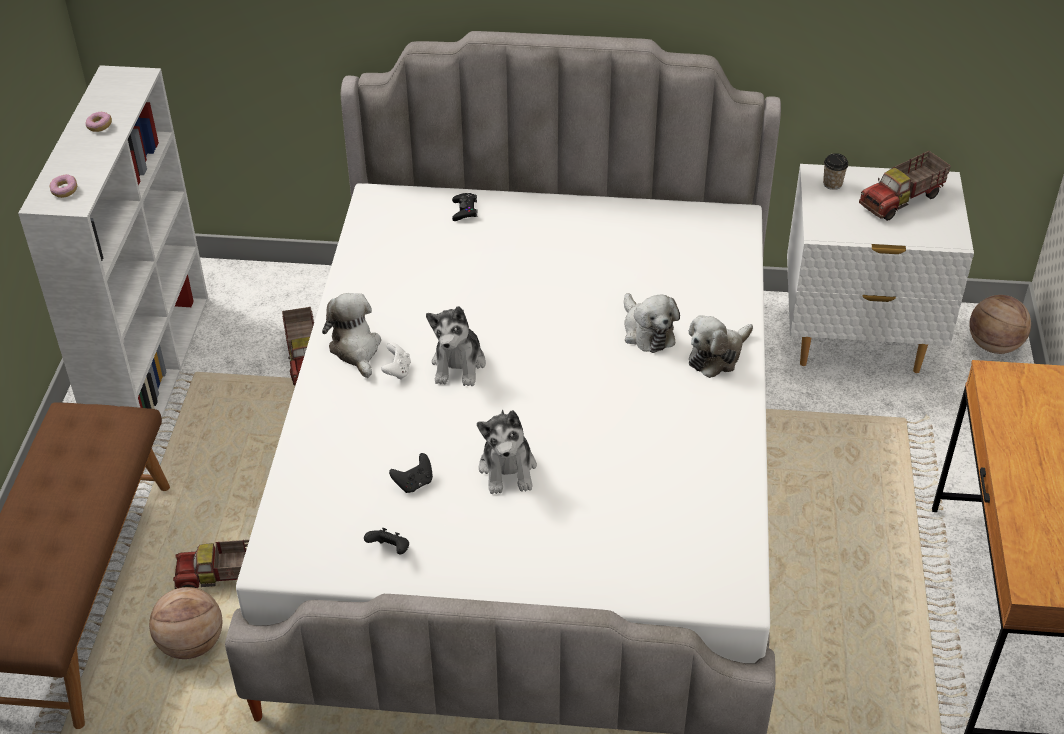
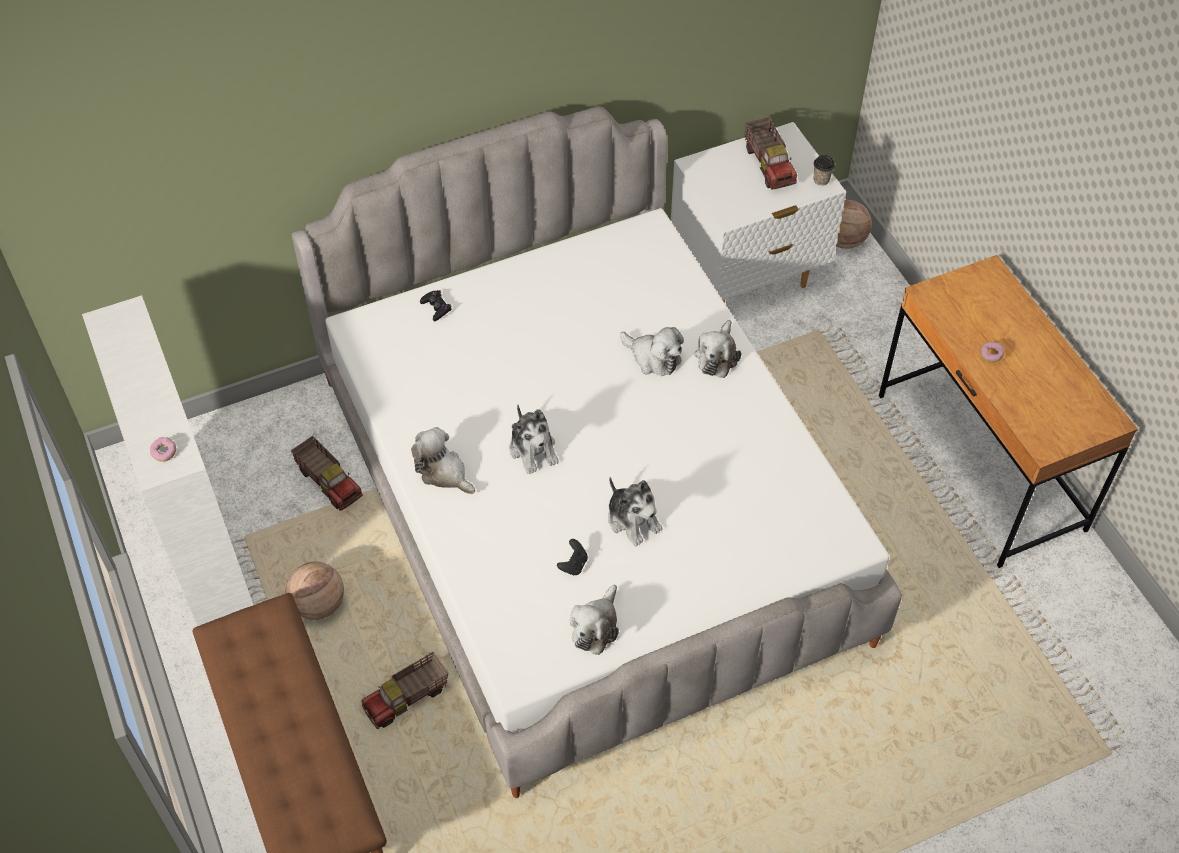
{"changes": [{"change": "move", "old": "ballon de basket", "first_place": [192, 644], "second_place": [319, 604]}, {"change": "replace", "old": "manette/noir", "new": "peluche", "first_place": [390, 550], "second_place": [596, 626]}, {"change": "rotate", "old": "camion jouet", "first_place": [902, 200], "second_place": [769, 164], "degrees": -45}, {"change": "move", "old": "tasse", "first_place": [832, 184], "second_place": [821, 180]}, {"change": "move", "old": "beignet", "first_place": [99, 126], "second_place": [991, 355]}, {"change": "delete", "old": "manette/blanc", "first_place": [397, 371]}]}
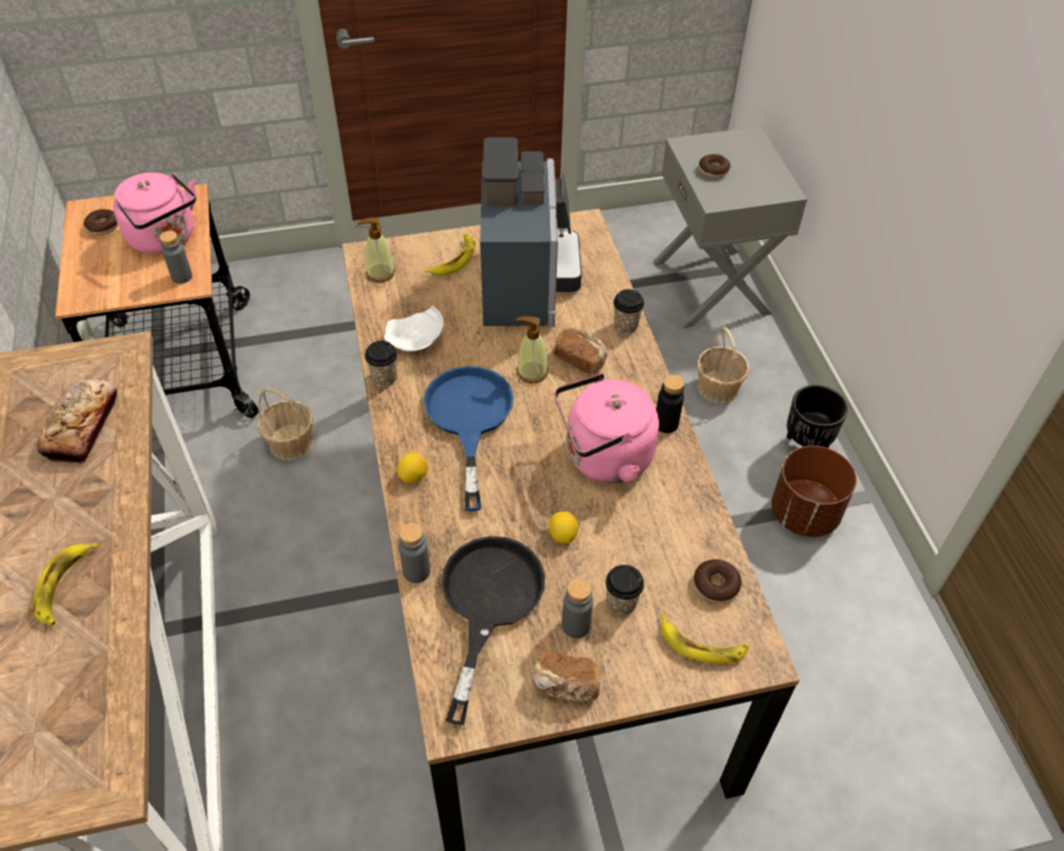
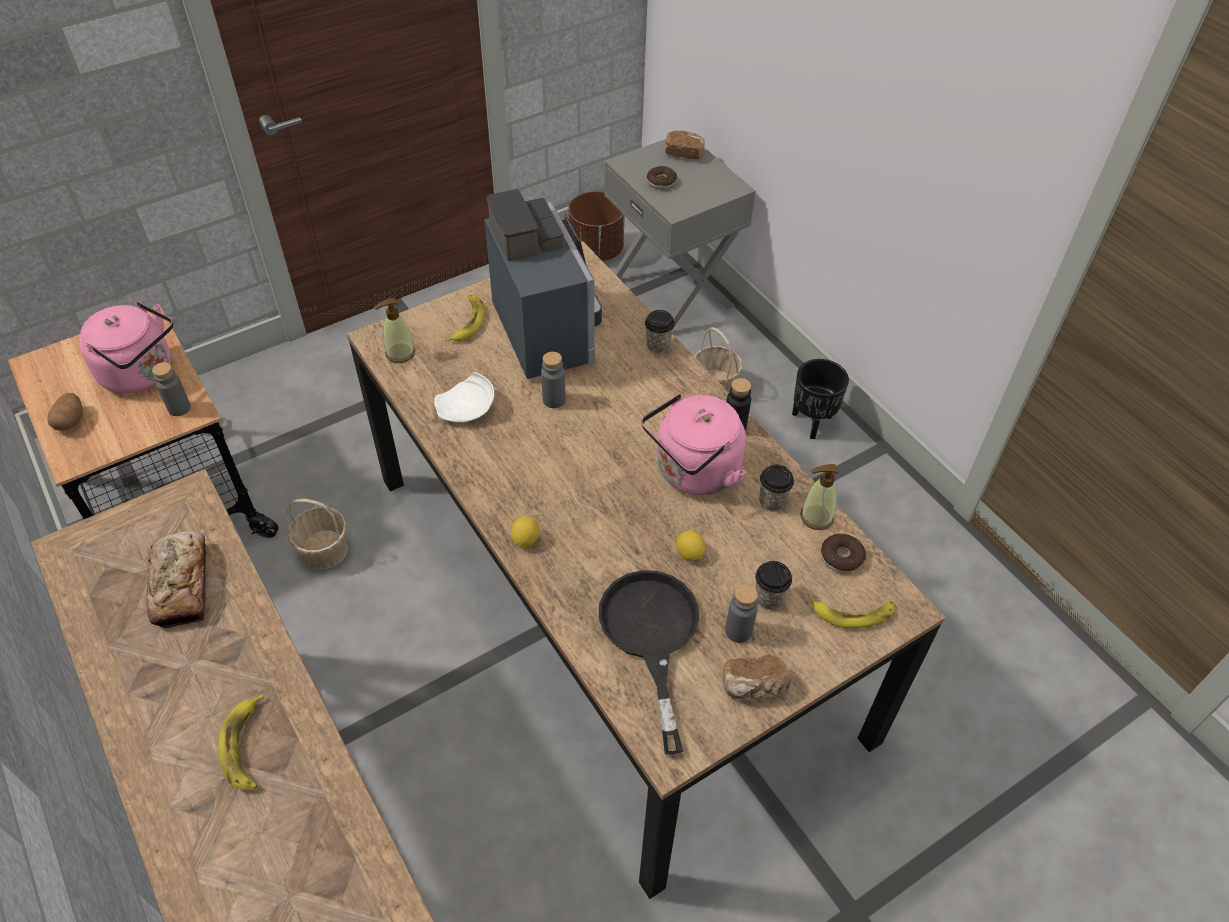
{"changes": [{"change": "insert", "new": "pomme de terre", "second_place": [71, 421]}, {"change": "move", "old": "bouteille/gris", "first_place": [416, 571], "second_place": [554, 400]}, {"change": "move", "old": "cache-pot/marron", "first_place": [804, 514], "second_place": [596, 250]}, {"change": "move", "old": "pain", "first_place": [580, 359], "second_place": [684, 153]}, {"change": "move", "old": "tasse", "first_place": [384, 378], "second_place": [772, 501]}, {"change": "move", "old": "distributeur de savon", "first_place": [532, 372], "second_place": [816, 517]}, {"change": "delete", "old": "beignet", "first_place": [103, 226]}, {"change": "delete", "old": "poêle/bleu", "first_place": [469, 419]}]}
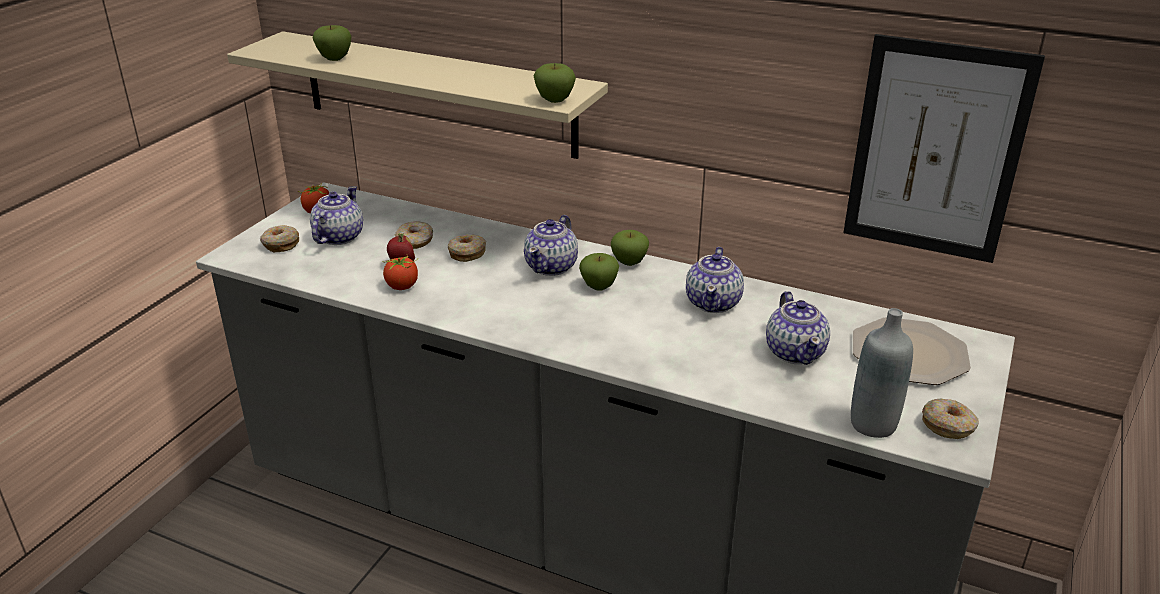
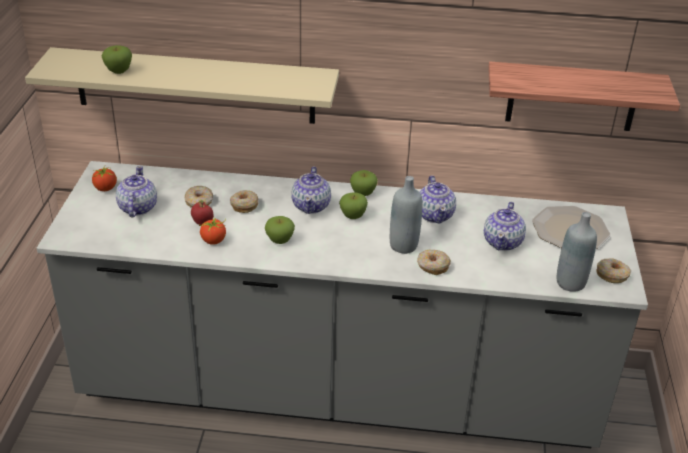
{"changes": [{"change": "move", "old": "pomme", "first_place": [555, 100], "second_place": [280, 241]}, {"change": "insert", "new": "bouteille/gris", "second_place": [403, 245]}, {"change": "move", "old": "beignet", "first_place": [280, 244], "second_place": [432, 266]}, {"change": "rotate", "old": "théière", "first_place": [795, 352], "second_place": [503, 242], "degrees": 45}, {"change": "replace", "old": "tableau", "new": "étagère", "first_place": [936, 150], "second_place": [572, 97]}]}
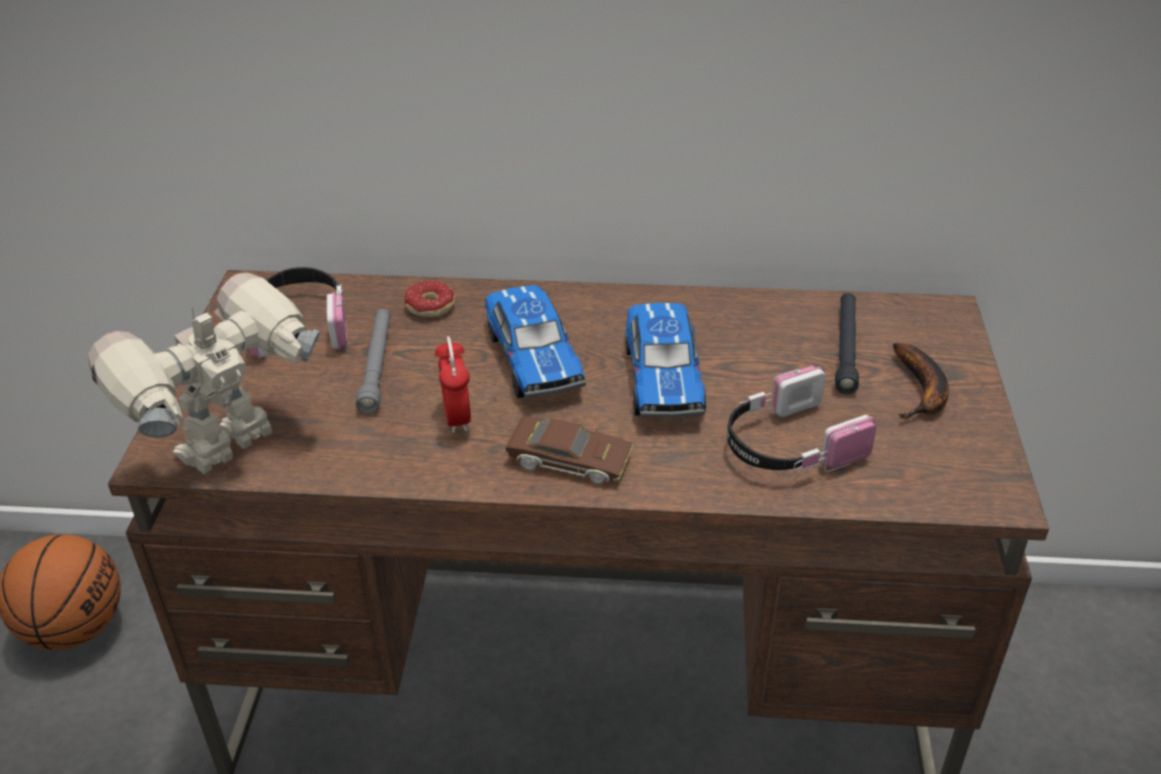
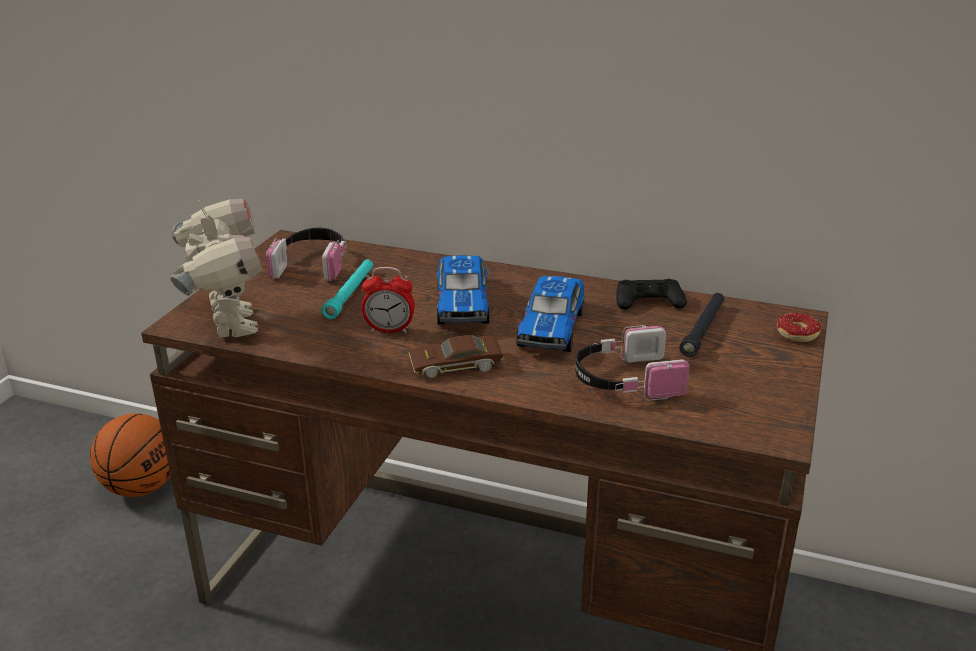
{"changes": [{"change": "rotate", "old": "robot jouet", "first_place": [231, 448], "second_place": [229, 325], "degrees": 105}, {"change": "recolor", "old": "lampe de poche/gris", "new": "lampe de poche/turquoise", "first_place": [377, 366], "second_place": [350, 294]}, {"change": "rotate", "old": "réveil", "first_place": [457, 418], "second_place": [389, 330], "degrees": -90}, {"change": "rotate", "old": "petite voiture/marron", "first_place": [569, 459], "second_place": [456, 364], "degrees": 135}, {"change": "insert", "new": "manette/noir", "second_place": [648, 301]}, {"change": "move", "old": "beignet", "first_place": [425, 311], "second_place": [793, 337]}, {"change": "delete", "old": "banane", "first_place": [922, 391]}]}
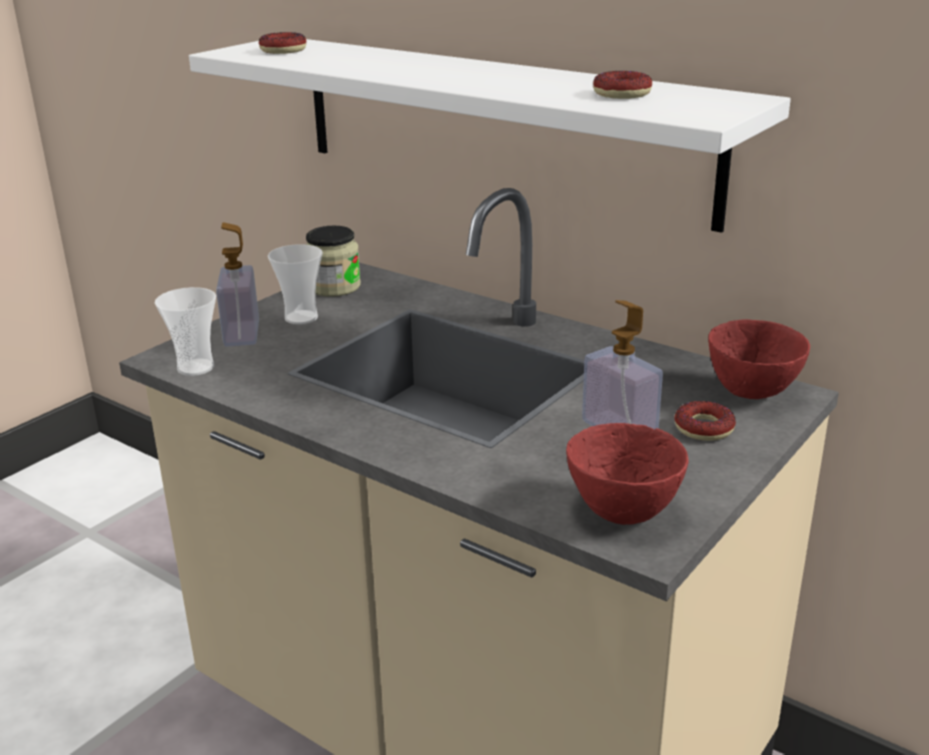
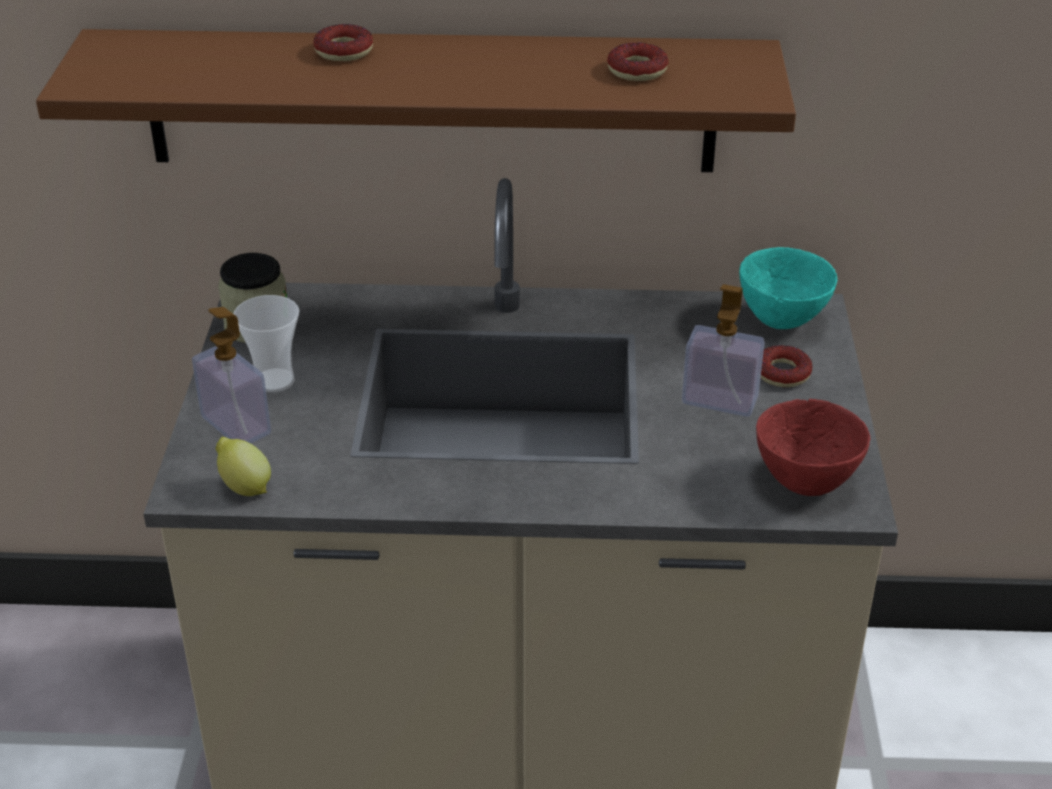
{"changes": [{"change": "recolor", "old": "étagère/blanc", "new": "étagère/marron", "first_place": [497, 125], "second_place": [431, 101]}, {"change": "replace", "old": "tasse", "new": "citron", "first_place": [196, 368], "second_place": [244, 487]}, {"change": "move", "old": "beignet", "first_place": [283, 50], "second_place": [344, 51]}, {"change": "recolor", "old": "bol/rouge", "new": "bol/turquoise", "first_place": [753, 392], "second_place": [782, 319]}]}
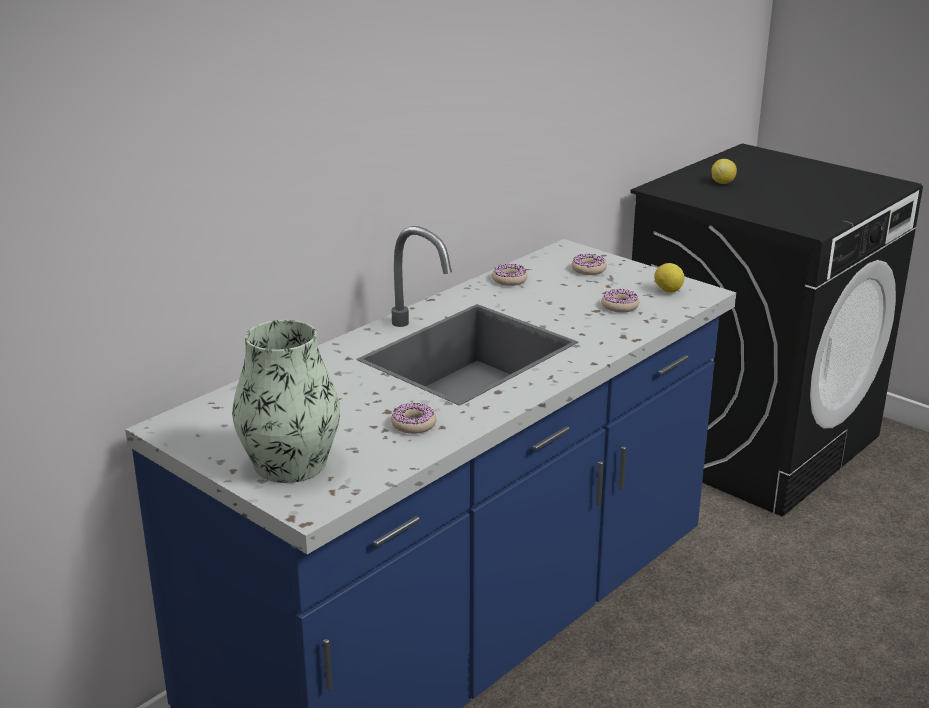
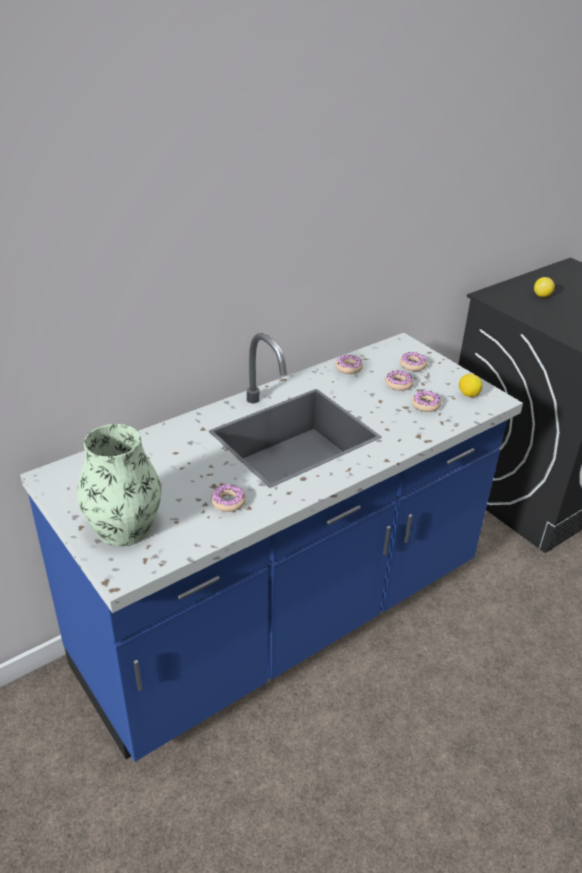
{"changes": [{"change": "insert", "new": "beignet", "second_place": [399, 384]}]}
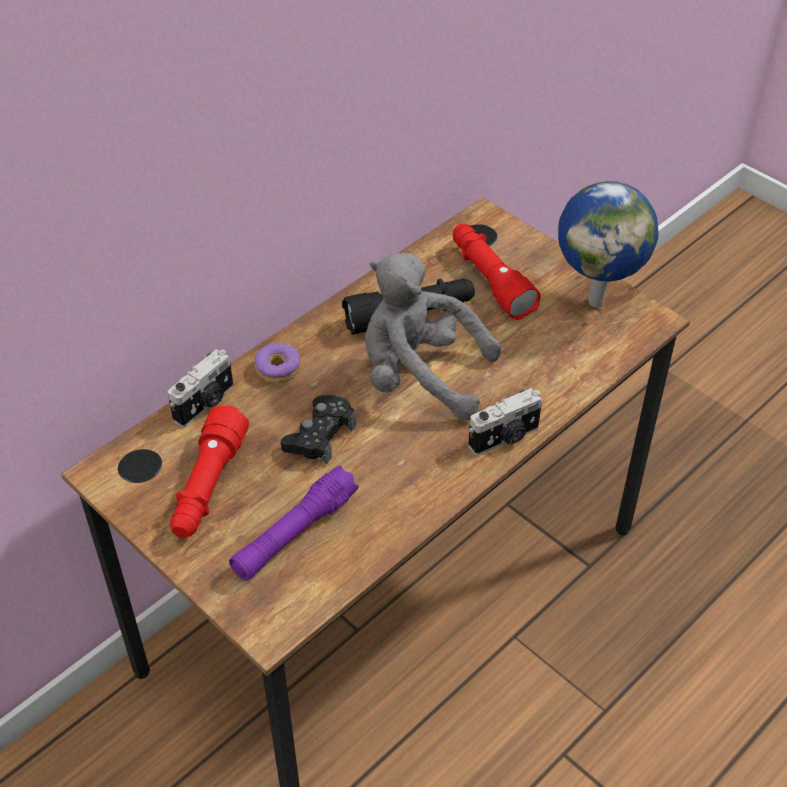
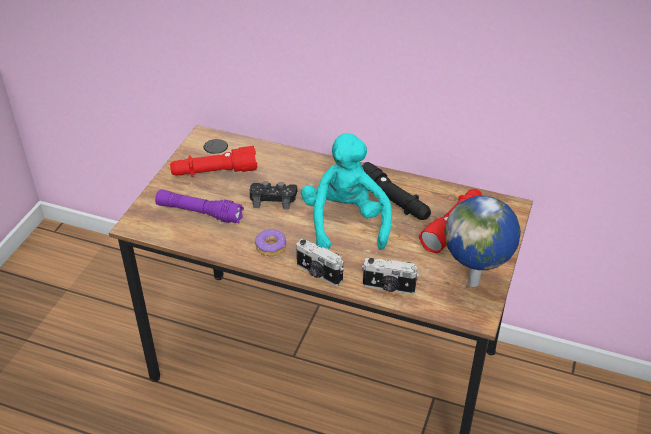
{"changes": [{"change": "move", "old": "beignet", "first_place": [278, 369], "second_place": [271, 247]}, {"change": "recolor", "old": "peluche/gris", "new": "peluche/turquoise", "first_place": [420, 376], "second_place": [345, 222]}, {"change": "move", "old": "appareil photo", "first_place": [206, 404], "second_place": [388, 287]}]}
